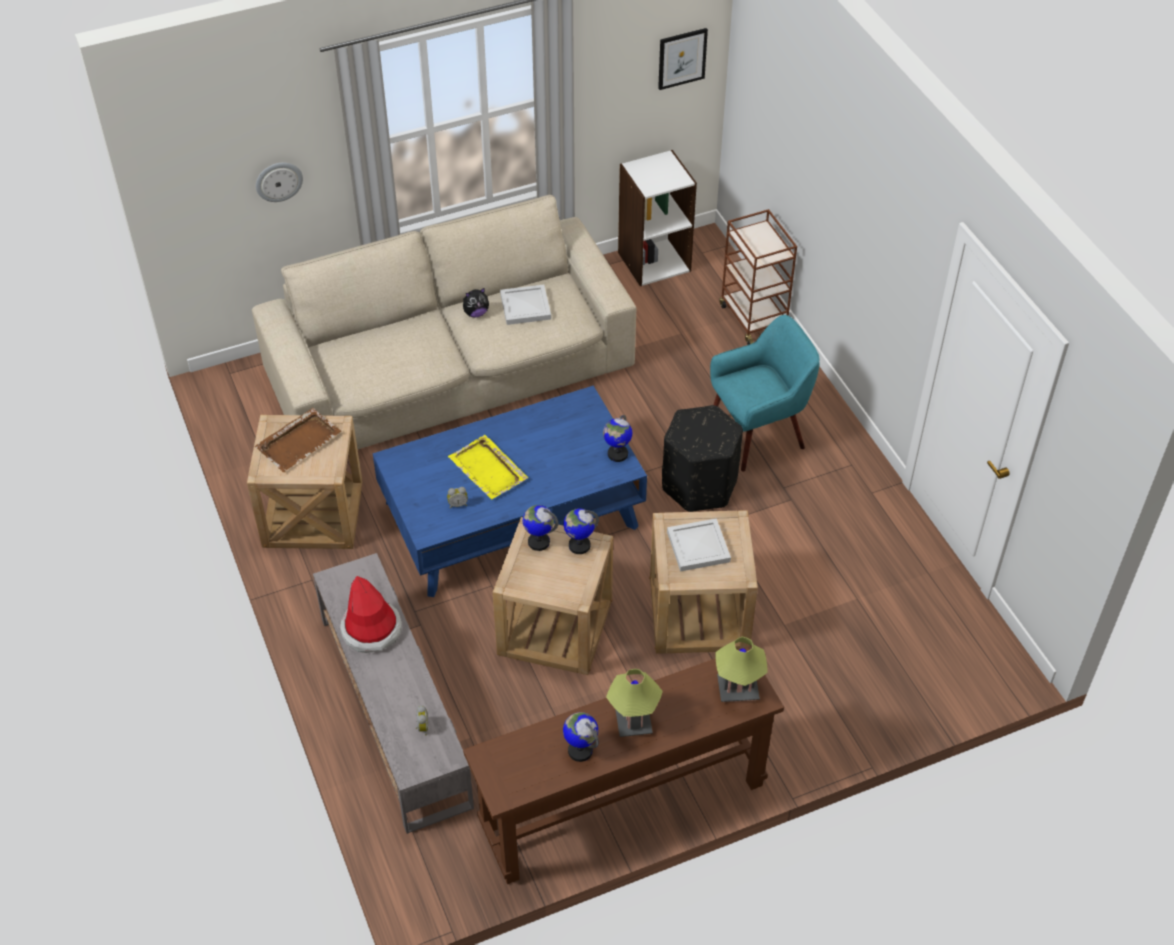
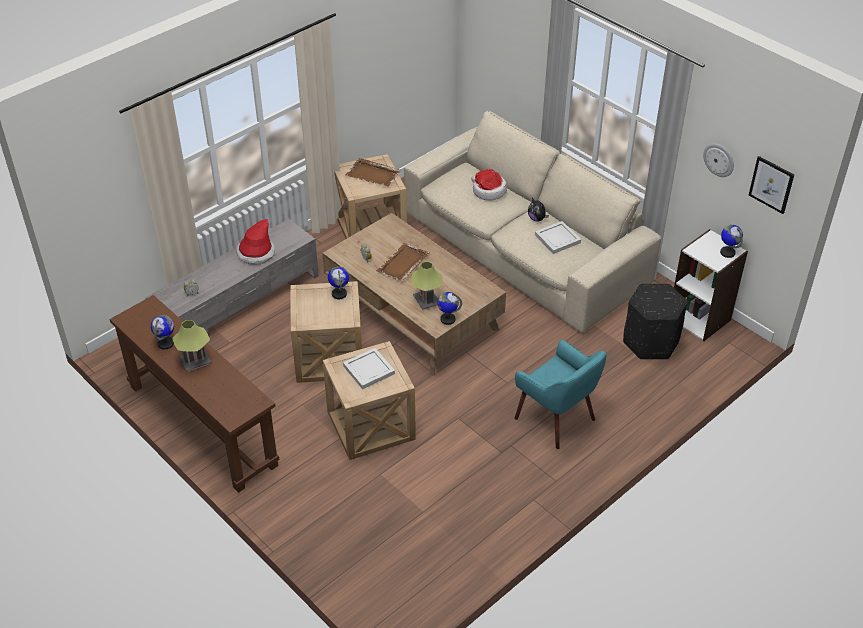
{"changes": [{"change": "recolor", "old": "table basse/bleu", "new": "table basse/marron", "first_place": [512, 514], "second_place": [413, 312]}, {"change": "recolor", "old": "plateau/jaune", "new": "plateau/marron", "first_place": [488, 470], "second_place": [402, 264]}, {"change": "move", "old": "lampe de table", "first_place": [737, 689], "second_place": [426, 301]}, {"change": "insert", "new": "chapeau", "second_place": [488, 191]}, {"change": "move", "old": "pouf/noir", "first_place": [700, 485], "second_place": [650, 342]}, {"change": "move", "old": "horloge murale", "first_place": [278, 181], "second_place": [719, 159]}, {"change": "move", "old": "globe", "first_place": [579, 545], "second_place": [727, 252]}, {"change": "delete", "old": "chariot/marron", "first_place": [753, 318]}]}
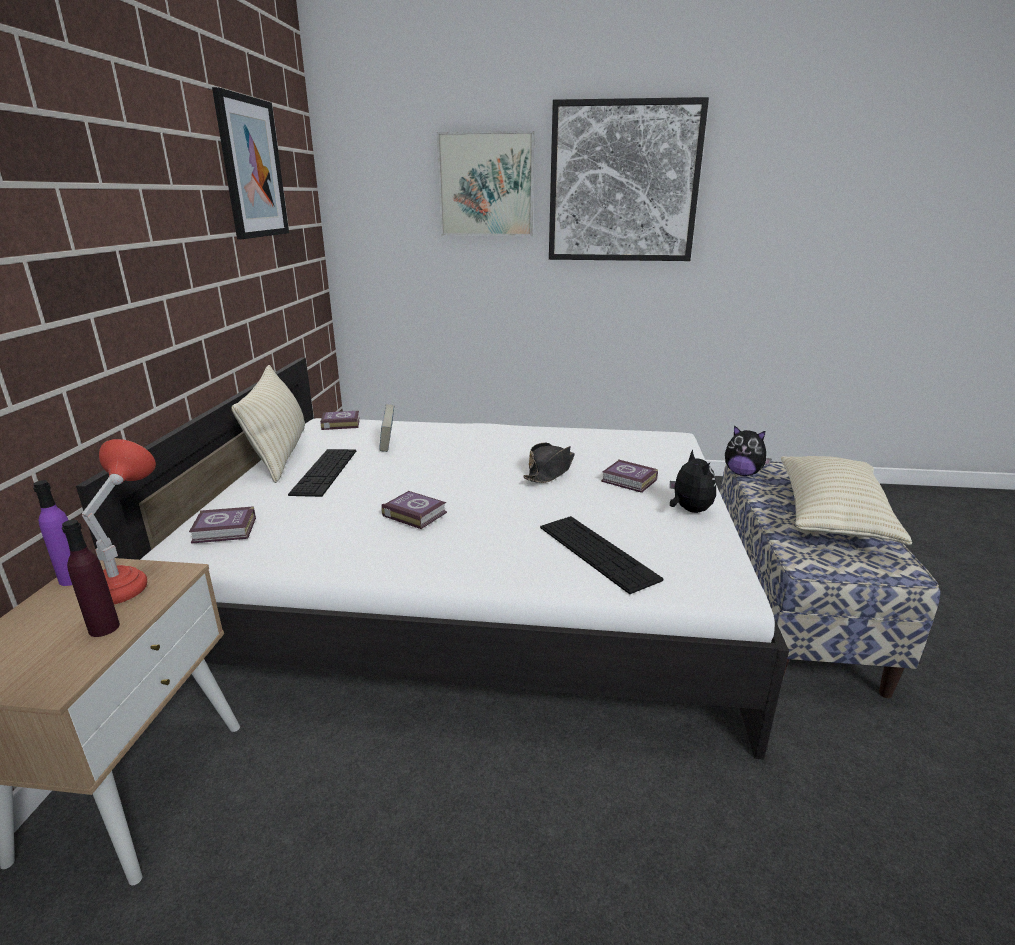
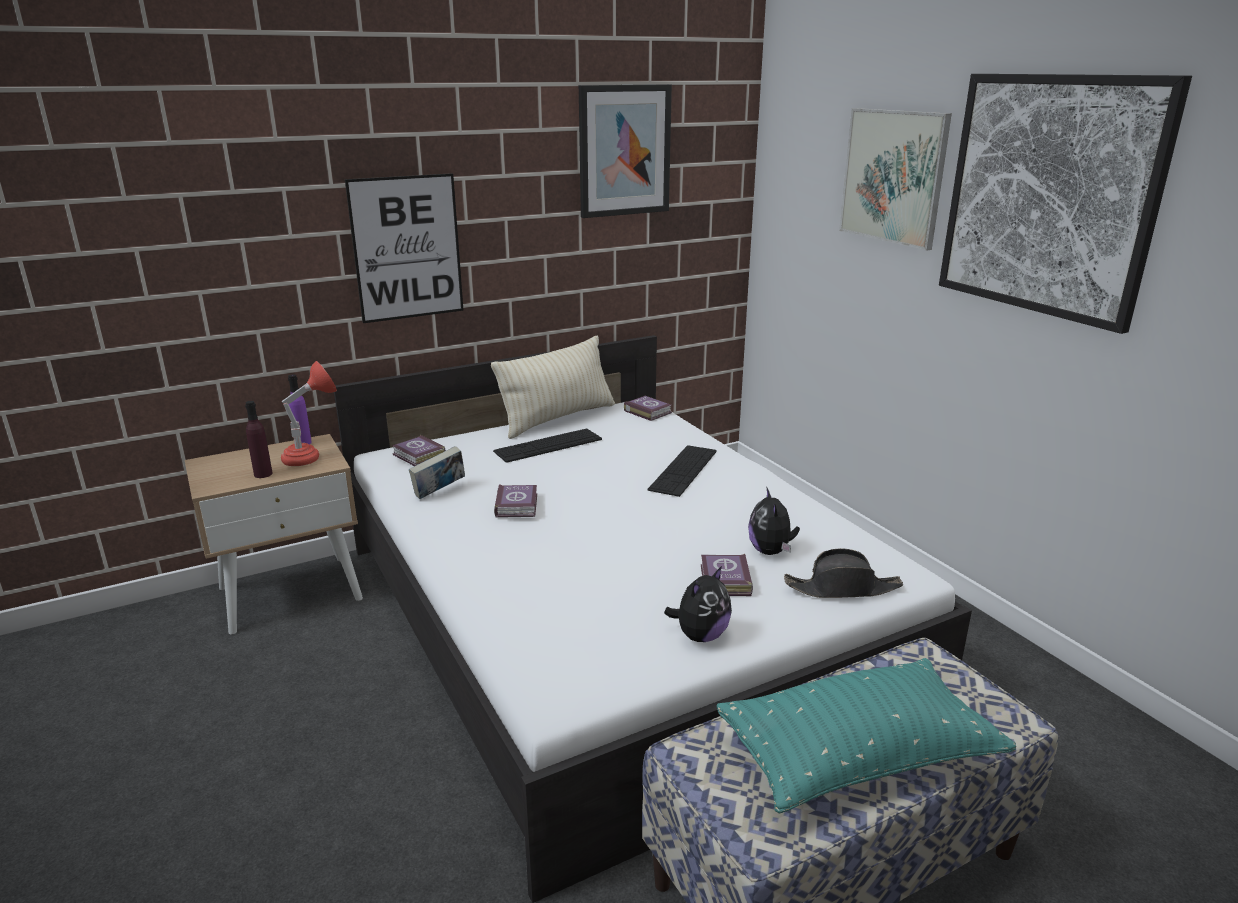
{"changes": [{"change": "insert", "new": "tableau", "second_place": [407, 248]}, {"change": "move", "old": "livre", "first_place": [388, 444], "second_place": [439, 492]}, {"change": "move", "old": "clavier", "first_place": [597, 552], "second_place": [683, 470]}, {"change": "recolor", "old": "coussin/beige", "new": "coussin/turquoise", "first_place": [832, 516], "second_place": [857, 756]}, {"change": "move", "old": "peluche", "first_place": [742, 473], "second_place": [771, 551]}, {"change": "move", "old": "chapeau/noir", "first_place": [550, 471], "second_place": [842, 588]}]}
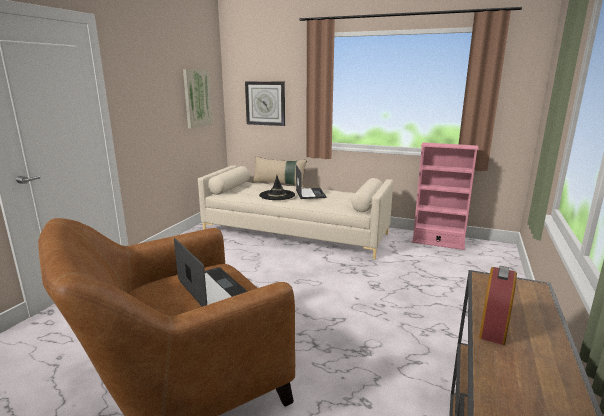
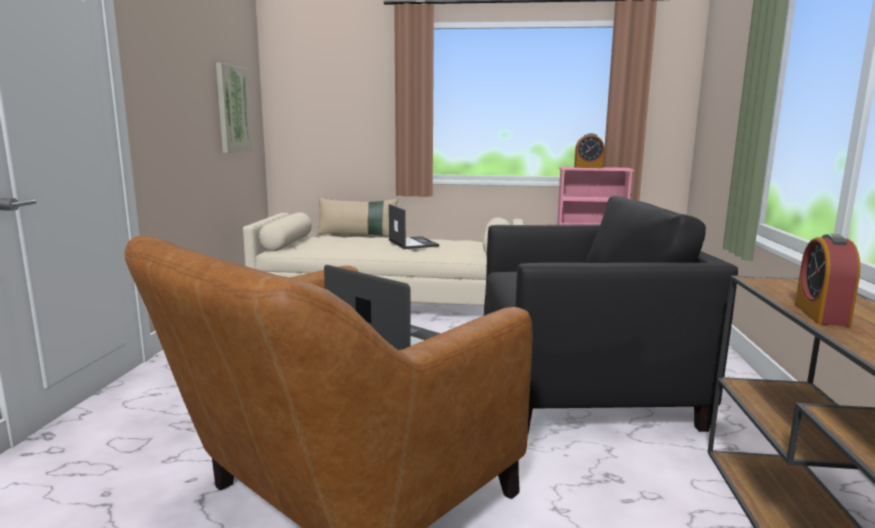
{"changes": [{"change": "insert", "new": "fauteuil/noir", "second_place": [581, 384]}, {"change": "insert", "new": "réveil", "second_place": [588, 167]}, {"change": "delete", "old": "horloge murale", "first_place": [265, 103]}, {"change": "delete", "old": "chapeau/noir", "first_place": [277, 195]}]}
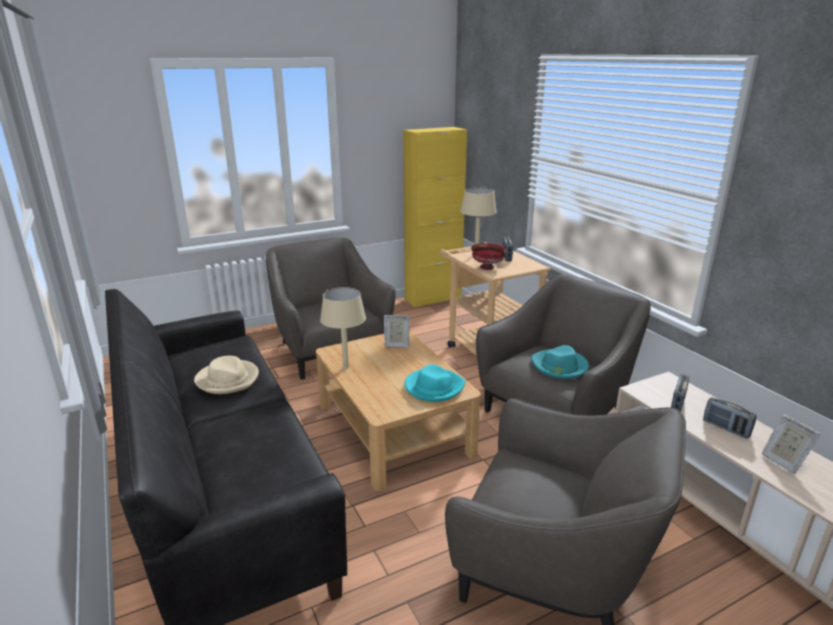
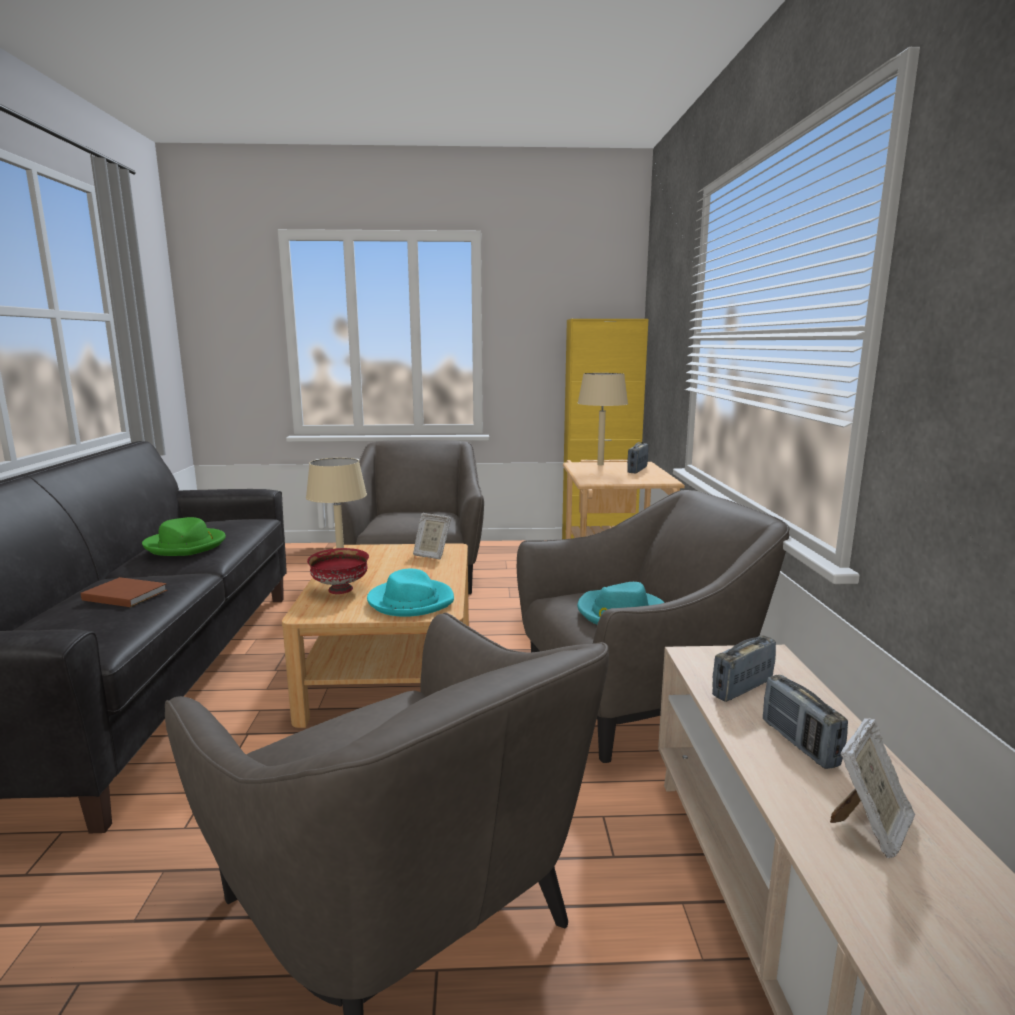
{"changes": [{"change": "insert", "new": "livre/marron", "second_place": [124, 594]}, {"change": "recolor", "old": "chapeau/beige", "new": "chapeau/vert", "first_place": [228, 379], "second_place": [186, 545]}, {"change": "move", "old": "bol/rouge", "first_place": [487, 267], "second_place": [341, 590]}, {"change": "rotate", "old": "cadre photo", "first_place": [783, 460], "second_place": [871, 827], "degrees": -135}]}
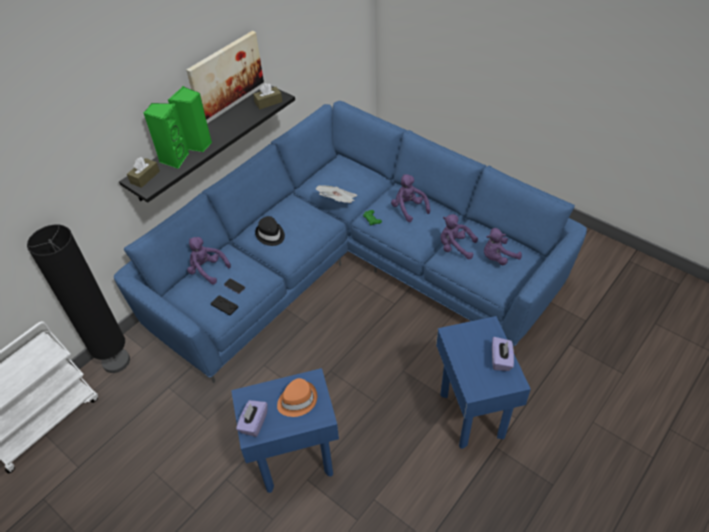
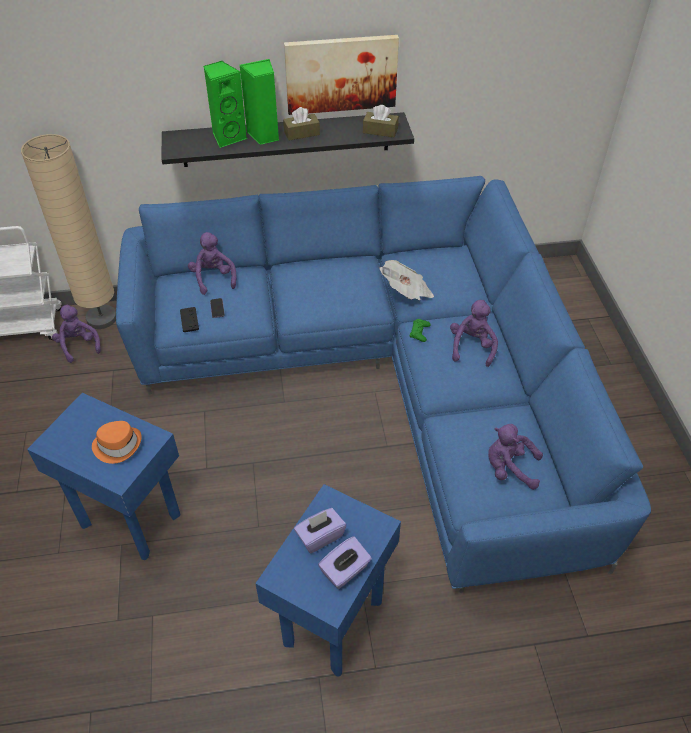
{"changes": [{"change": "recolor", "old": "lampadaire/noir", "new": "lampadaire/beige", "first_place": [116, 361], "second_place": [102, 318]}, {"change": "move", "old": "peluche/violet", "first_place": [455, 247], "second_place": [79, 345]}, {"change": "move", "old": "boîte à mouchoirs/marron", "first_place": [145, 177], "second_place": [301, 133]}, {"change": "move", "old": "boîte à mouchoirs/violet", "first_place": [254, 423], "second_place": [320, 536]}, {"change": "delete", "old": "chapeau/noir", "first_place": [270, 235]}]}
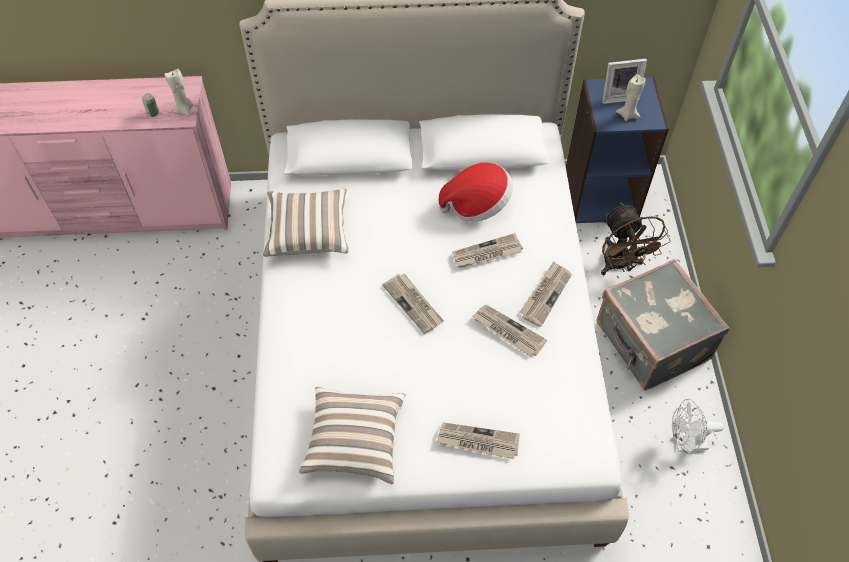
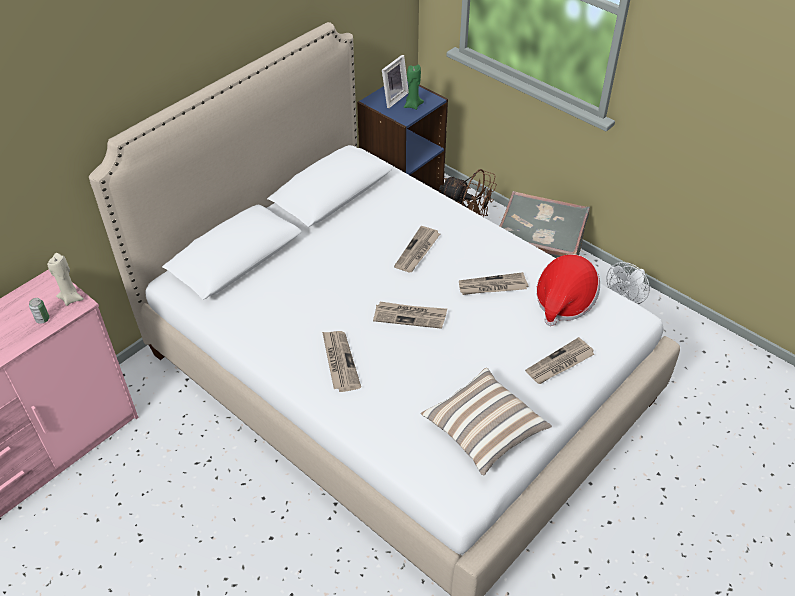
{"changes": [{"change": "move", "old": "journal", "first_place": [545, 294], "second_place": [339, 362]}, {"change": "recolor", "old": "bougie/beige", "new": "bougie/vert", "first_place": [627, 115], "second_place": [412, 105]}, {"change": "move", "old": "chapeau", "first_place": [477, 204], "second_place": [563, 302]}, {"change": "delete", "old": "coussin", "first_place": [308, 231]}]}
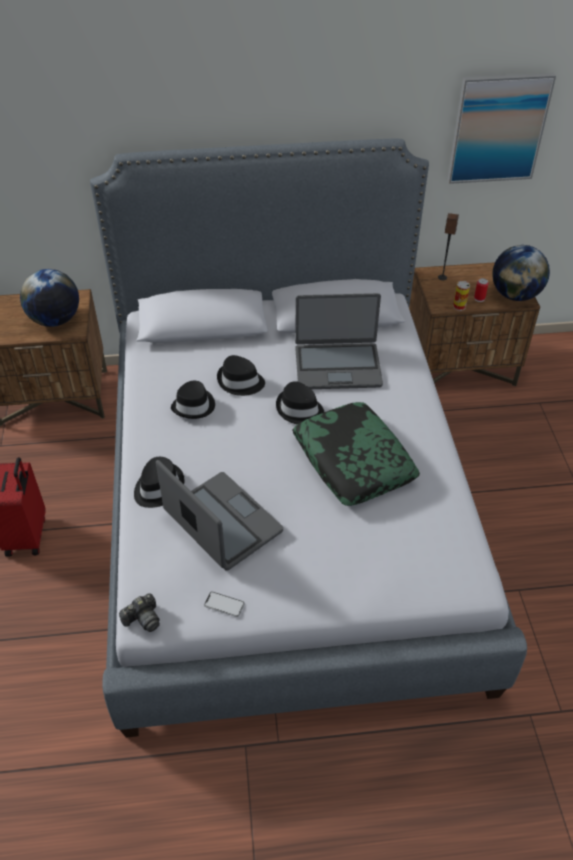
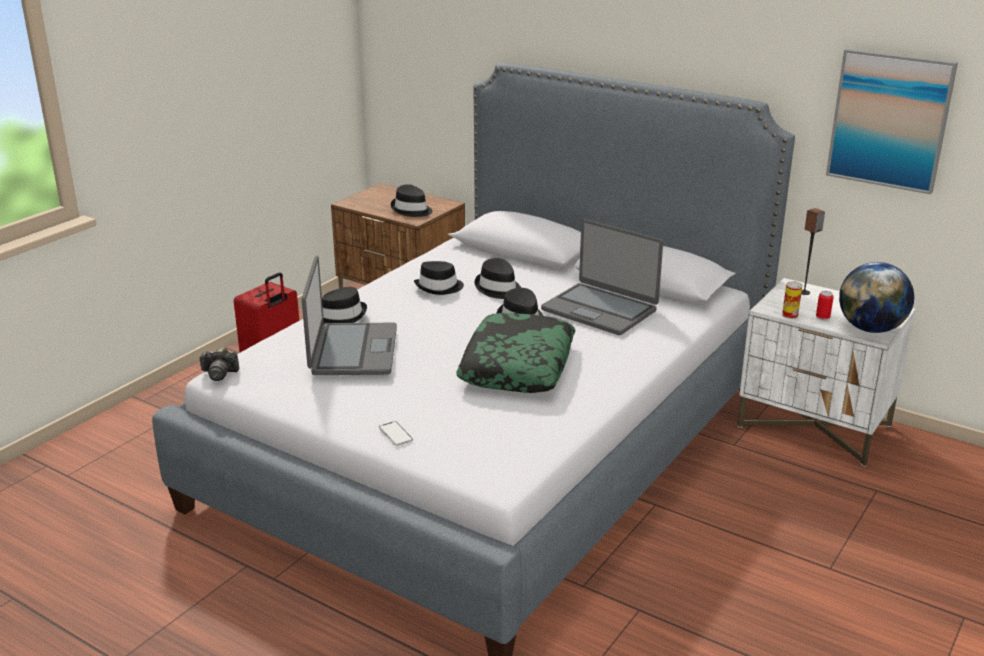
{"changes": [{"change": "move", "old": "téléphone", "first_place": [224, 604], "second_place": [395, 434]}, {"change": "replace", "old": "globe", "new": "chapeau/noir", "first_place": [55, 320], "second_place": [411, 210]}, {"change": "recolor", "old": "table de chevet/marron", "new": "table de chevet/blanc", "first_place": [460, 366], "second_place": [815, 426]}]}
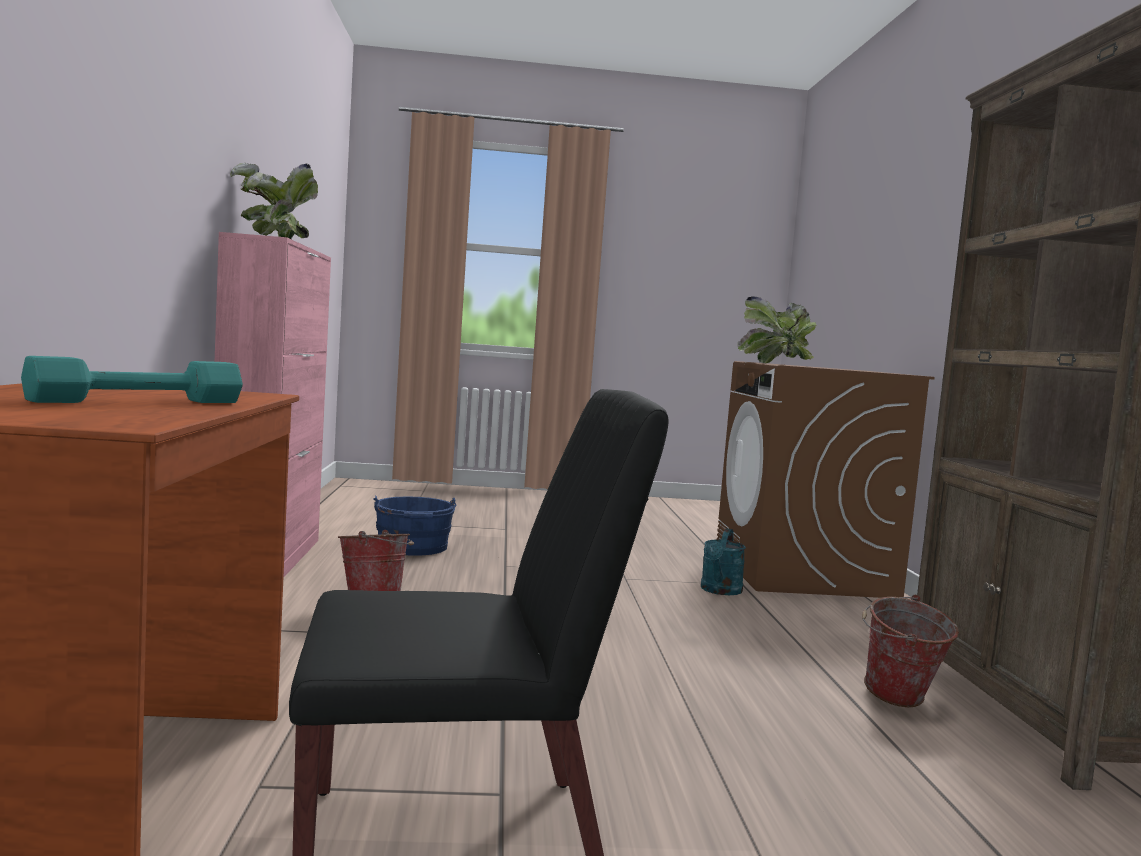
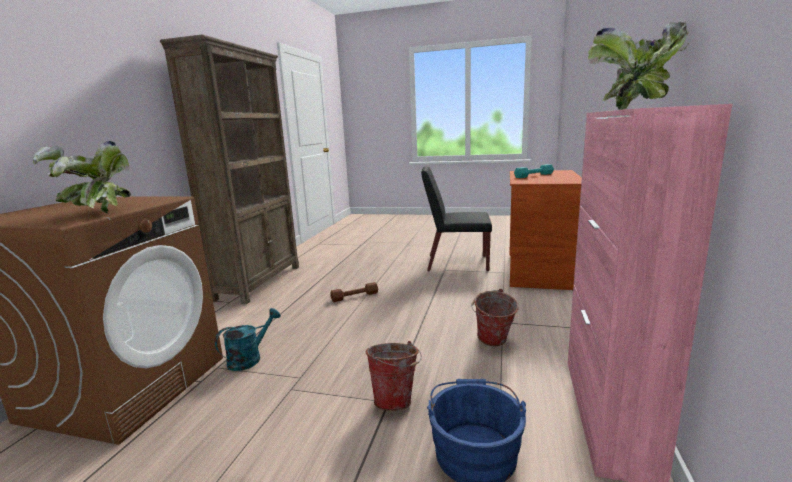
{"changes": [{"change": "insert", "new": "haltère/marron", "second_place": [354, 296]}, {"change": "move", "old": "seau", "first_place": [899, 702], "second_place": [396, 399]}]}
